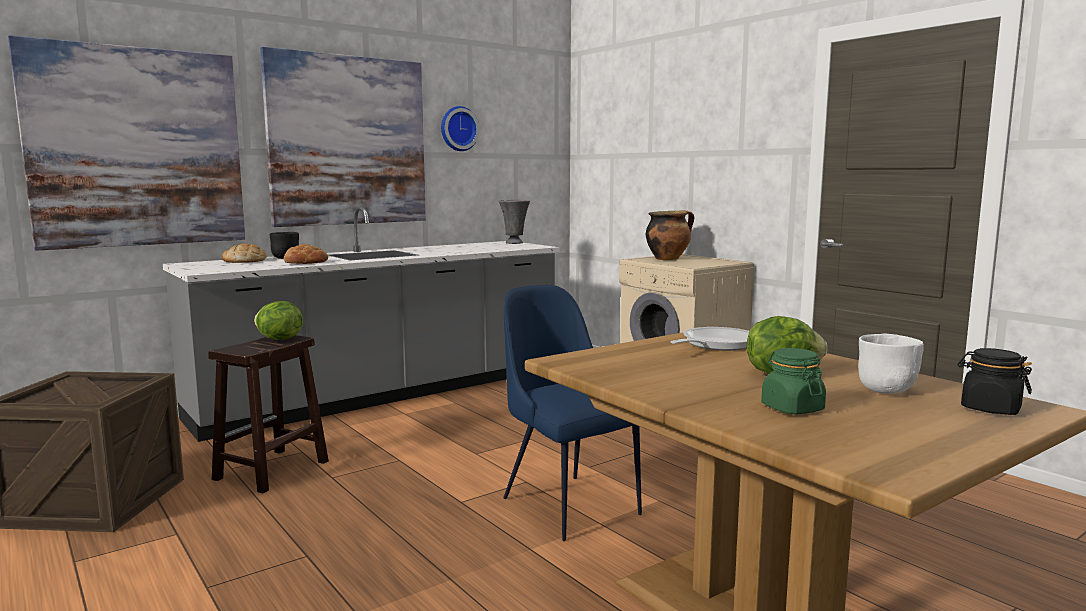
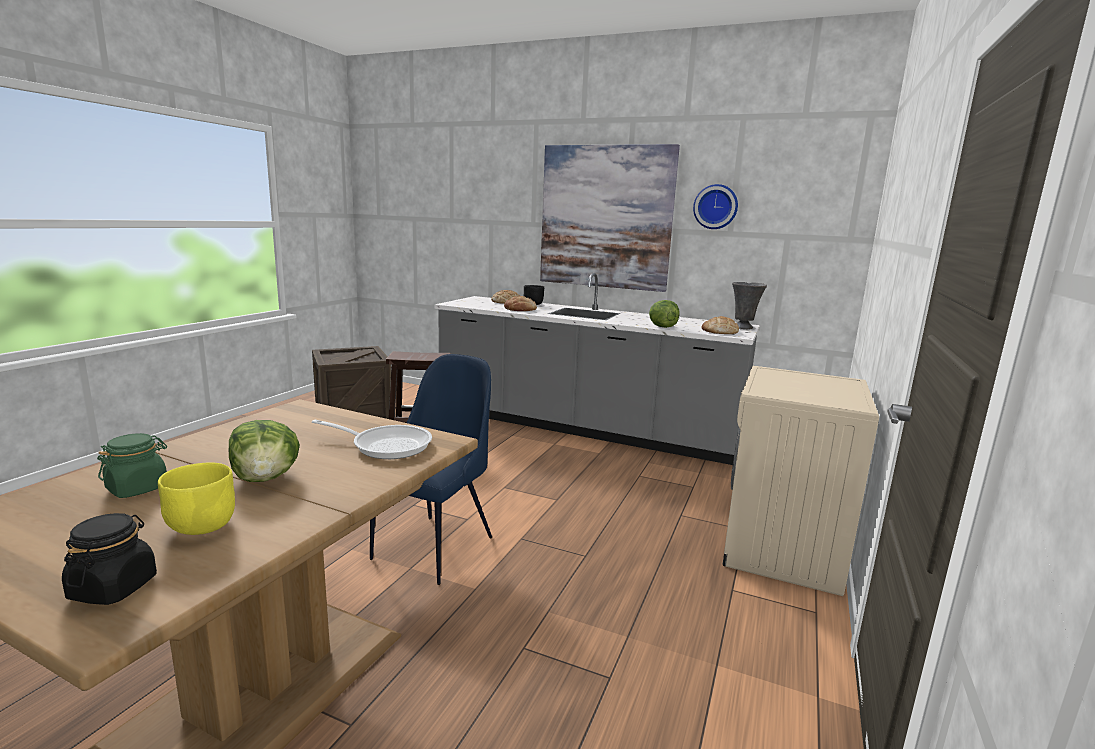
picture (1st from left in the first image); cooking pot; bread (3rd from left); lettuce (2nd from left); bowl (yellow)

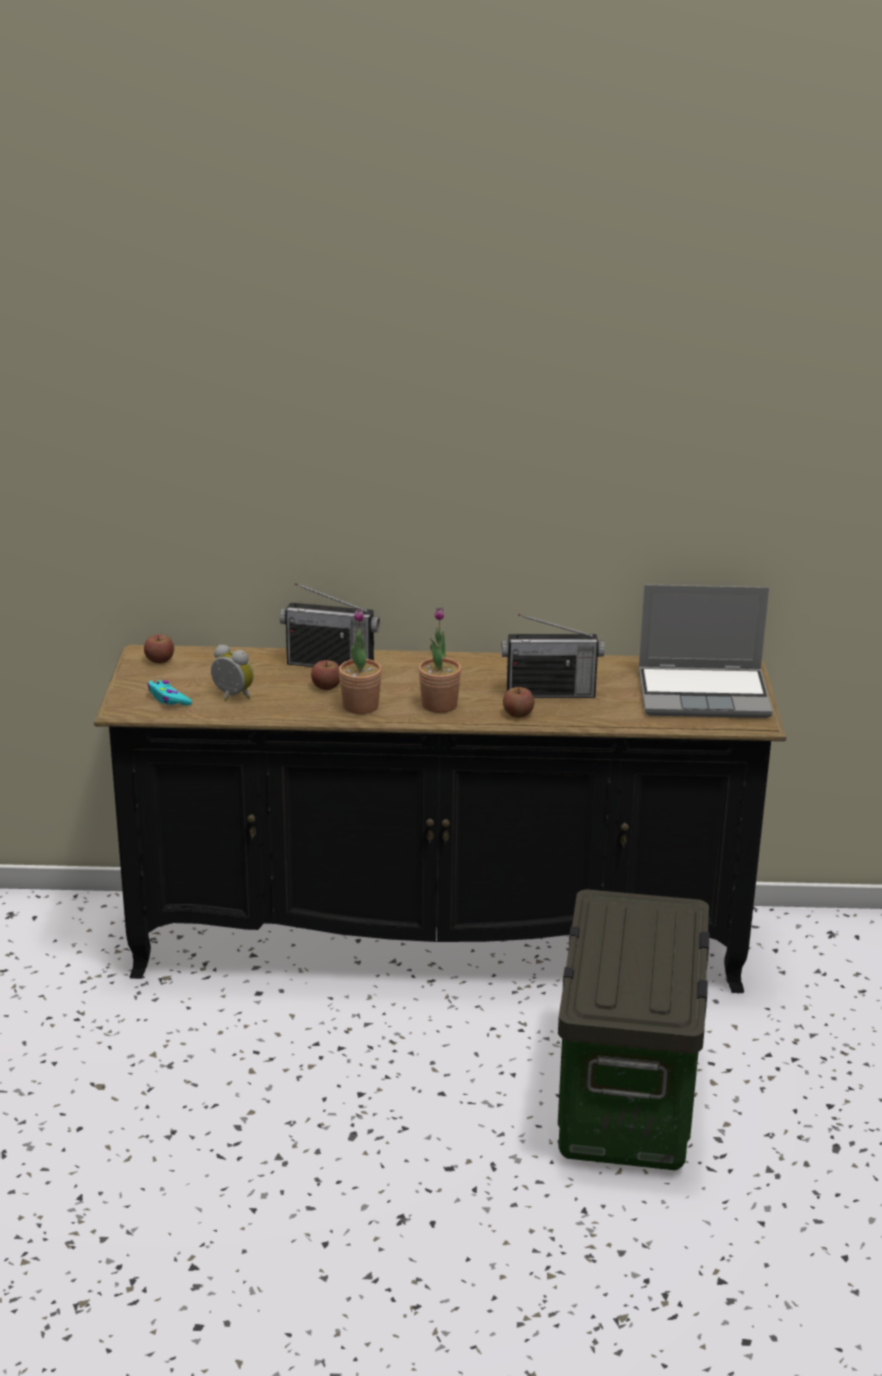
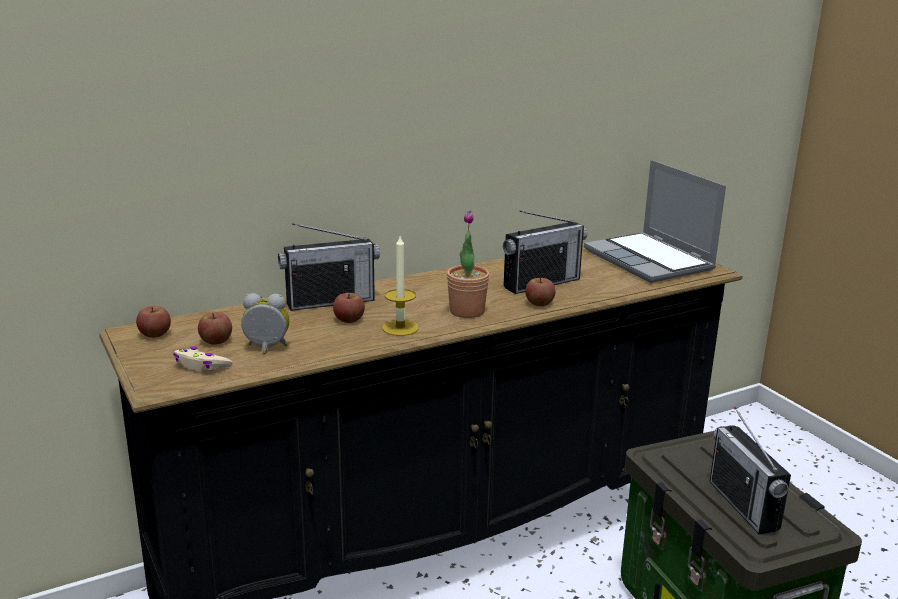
apple (2nd from left); radio (3rd from left); candle; game controller (beige); laptop

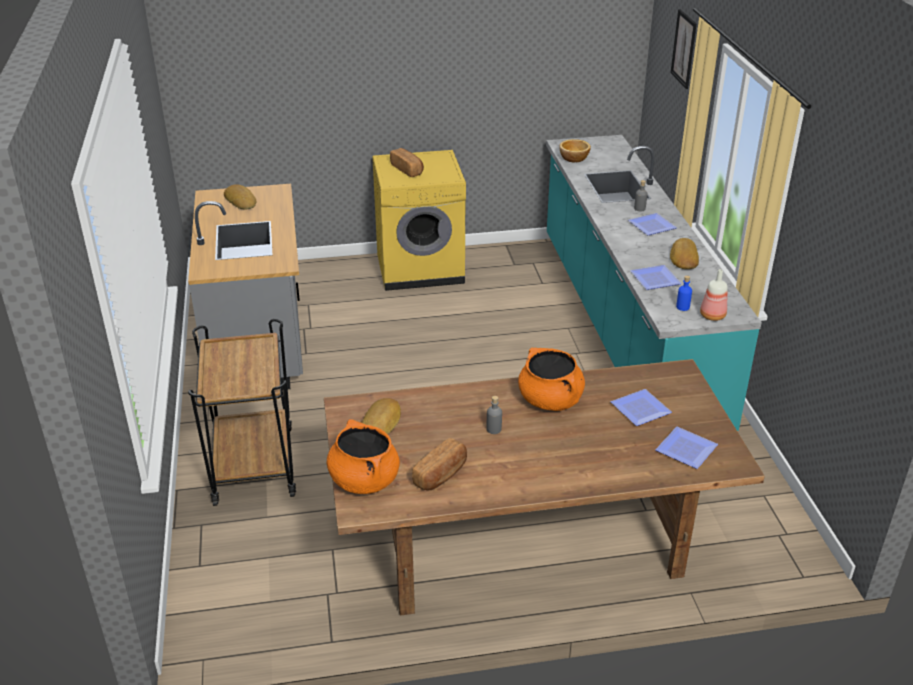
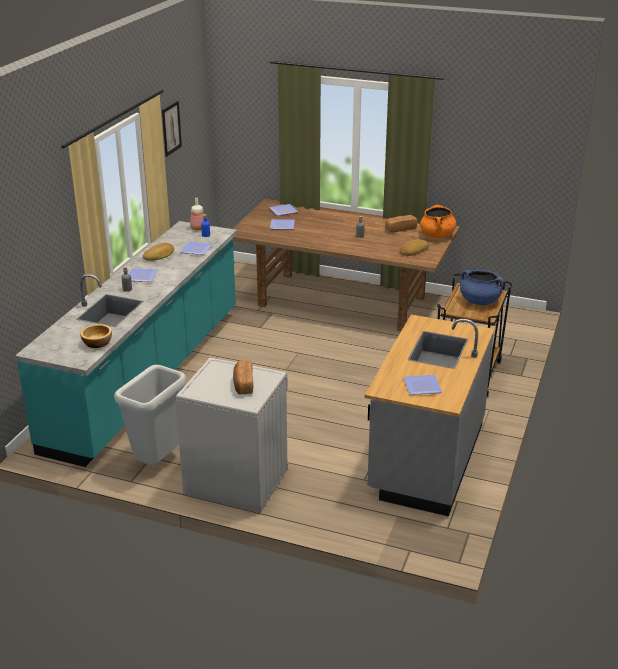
cooking pot (orange) (2nd from left in the first image); trash can (grey); cooking pot (blue); picture; plate (5th from left); washing machine (white)

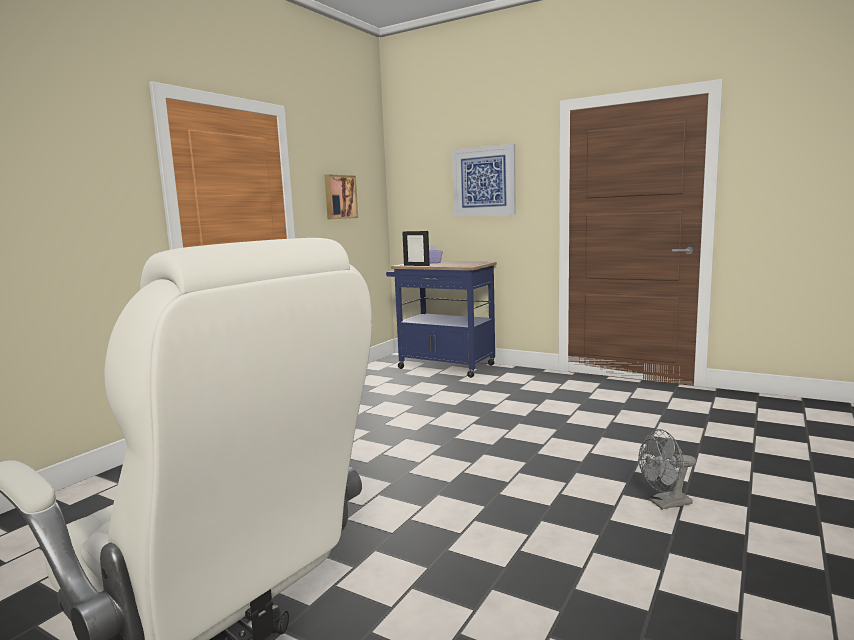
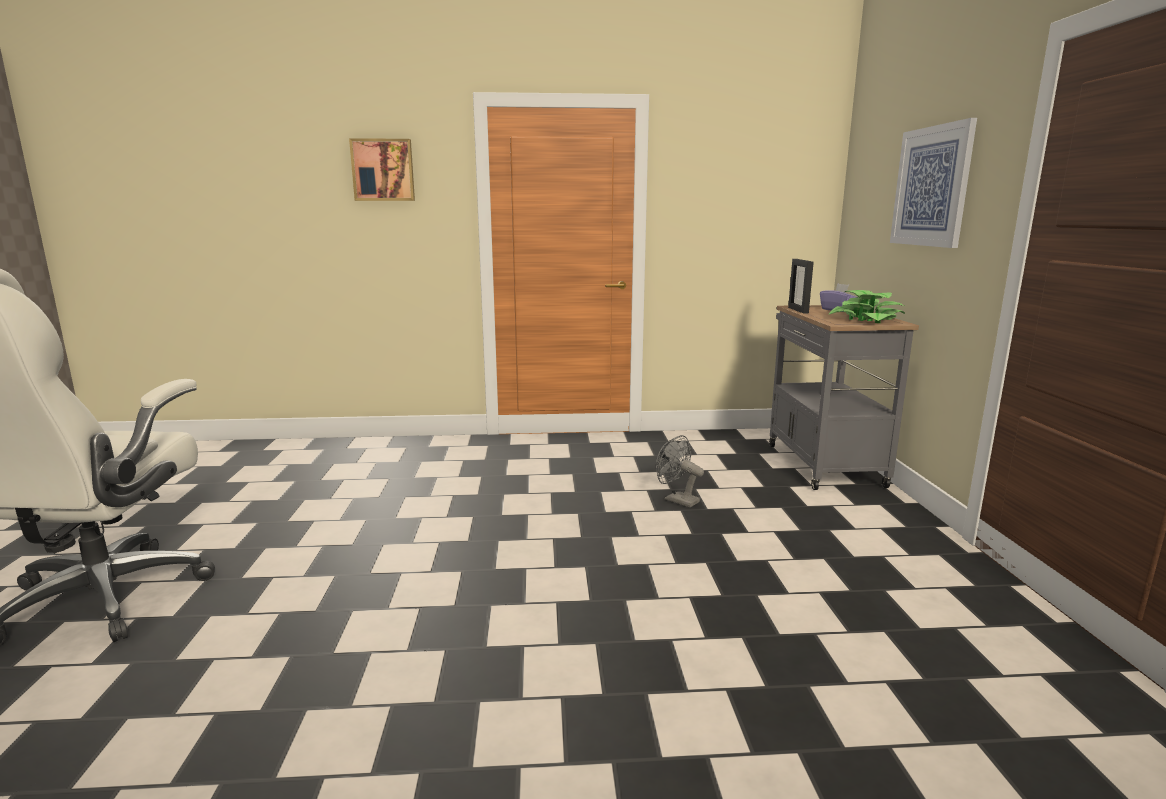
potted plant; picture (1st from left); fan (grey); cart (grey)

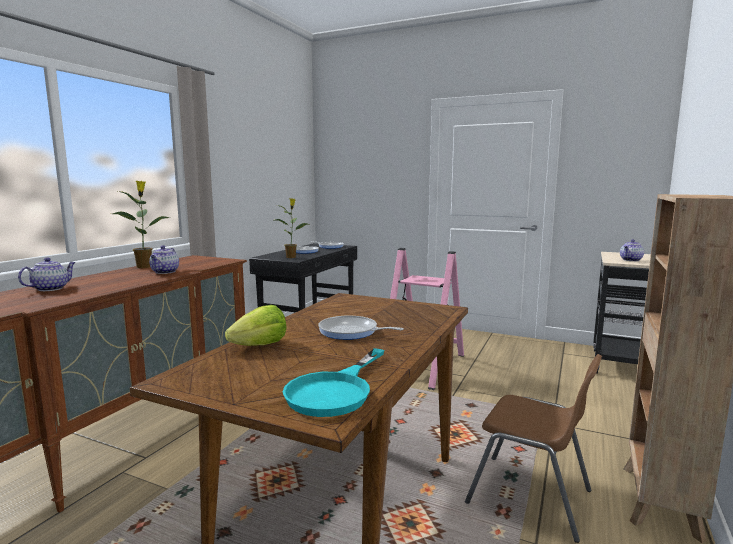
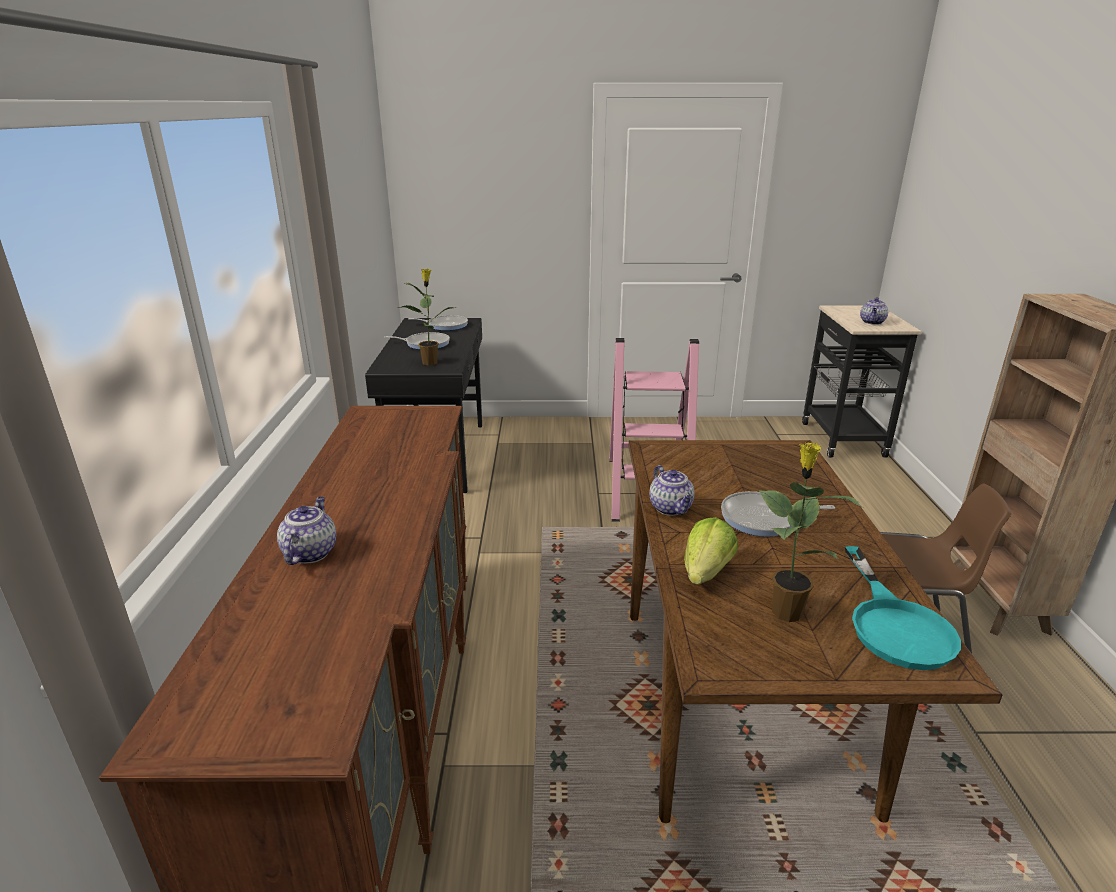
potted plant (2nd from left); teapot (2nd from left)

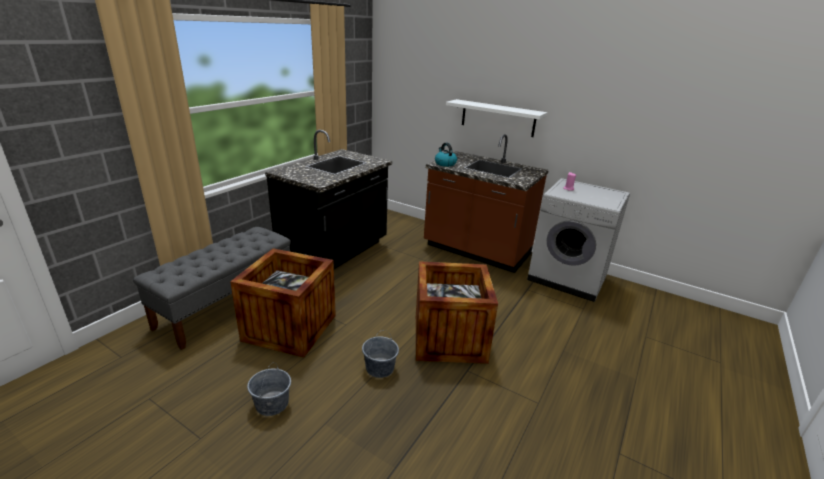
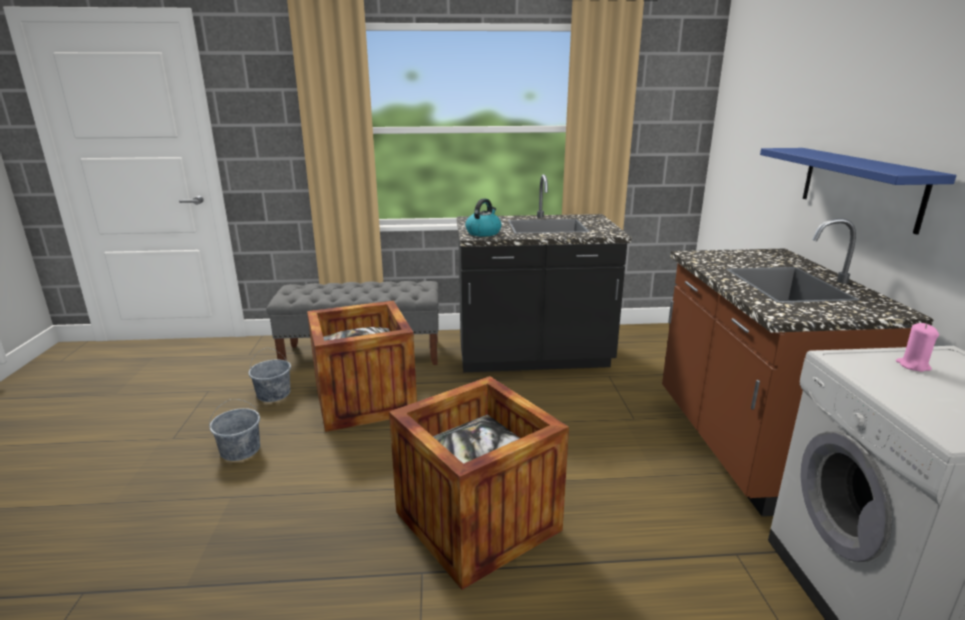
bucket (grey) (2nd from left); kettle; shelf (blue)

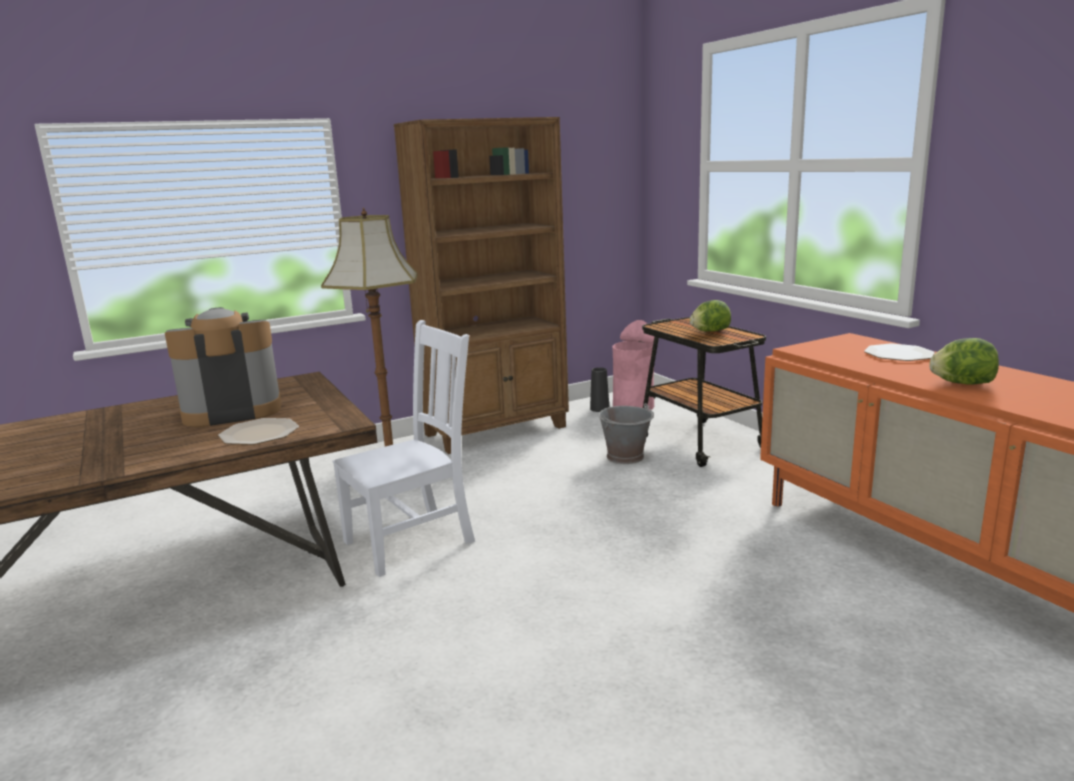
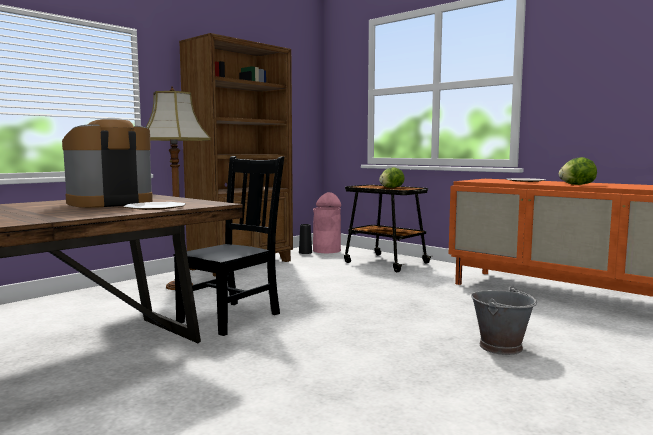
bucket (grey); chair (black)

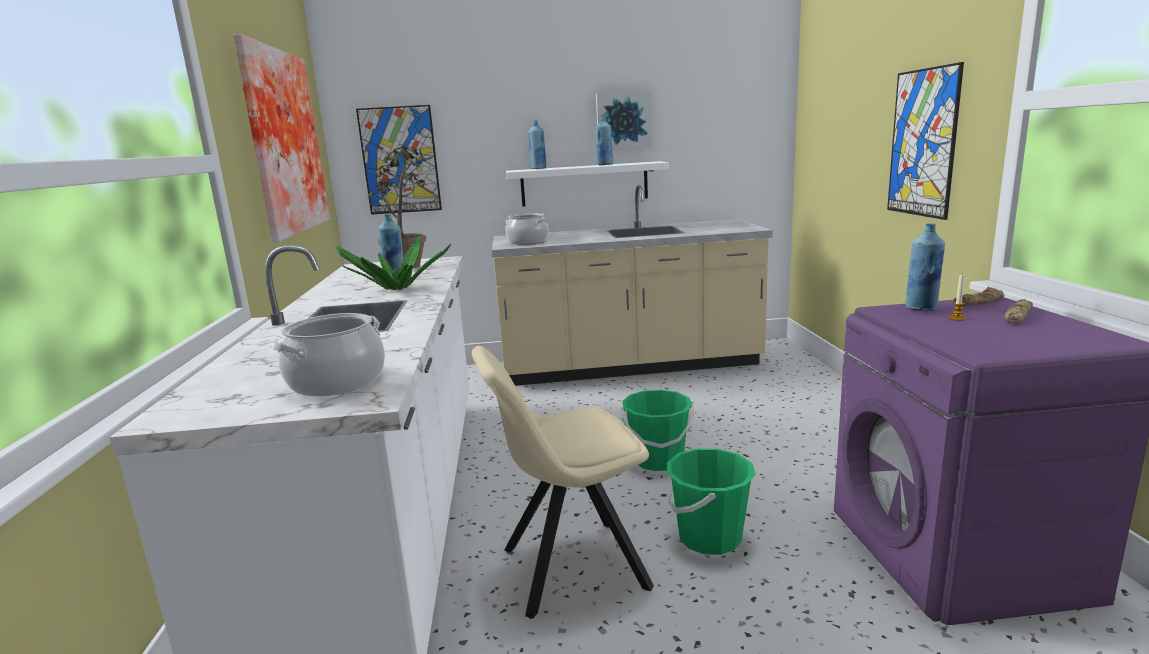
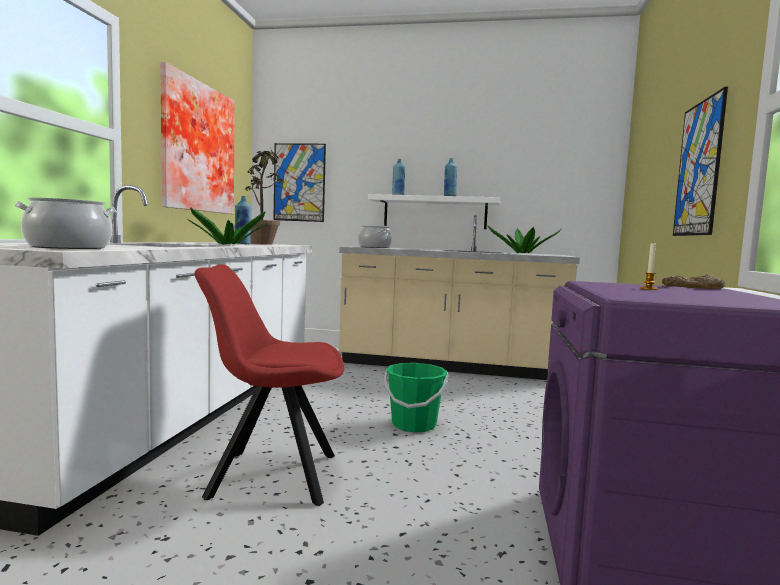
picture (3rd from left in the first image); bucket (green) (2nd from left in the first image); bottle (blue) (4th from left in the first image); bread (2nd from left in the first image); potted plant (3rd from left); chair (red)

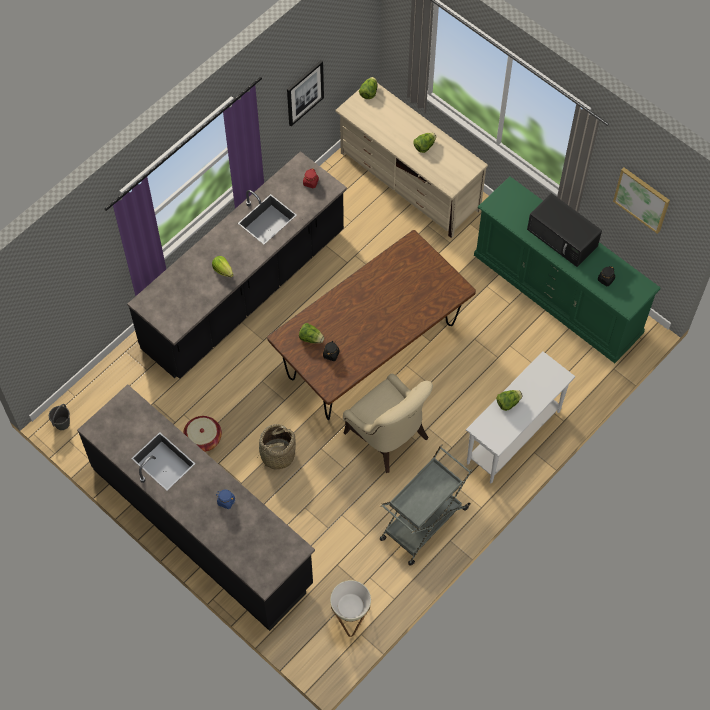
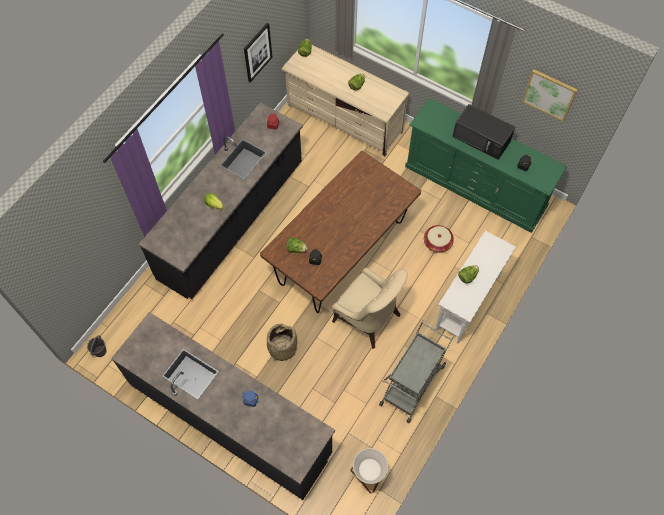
basket (2nd from left)

